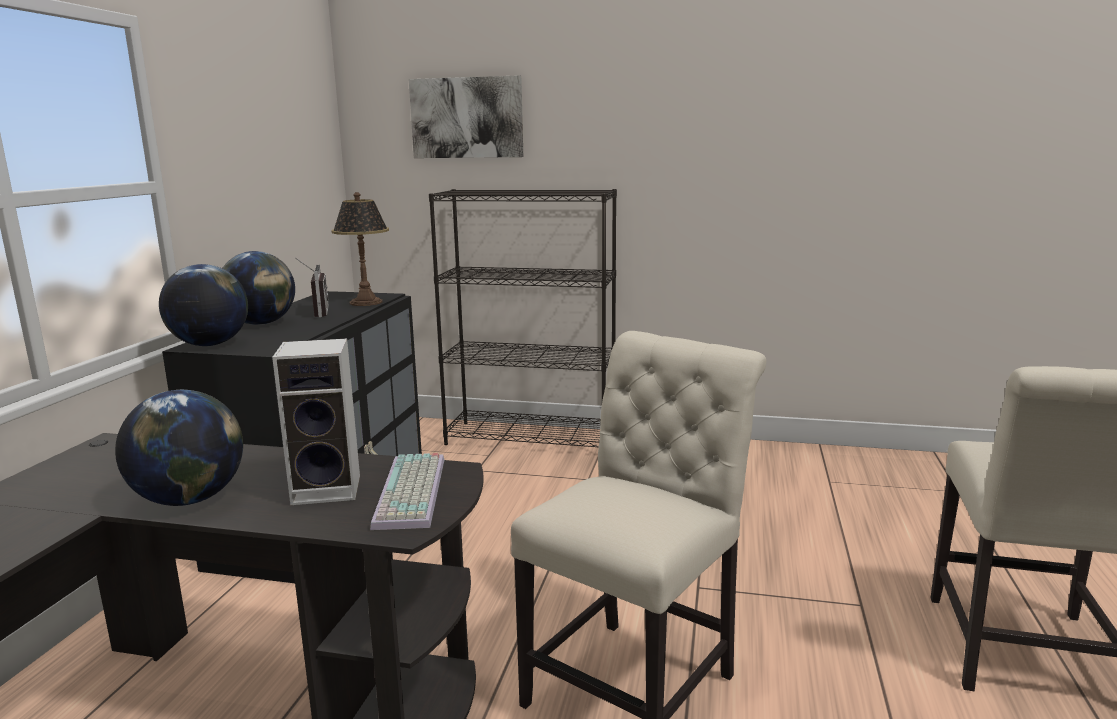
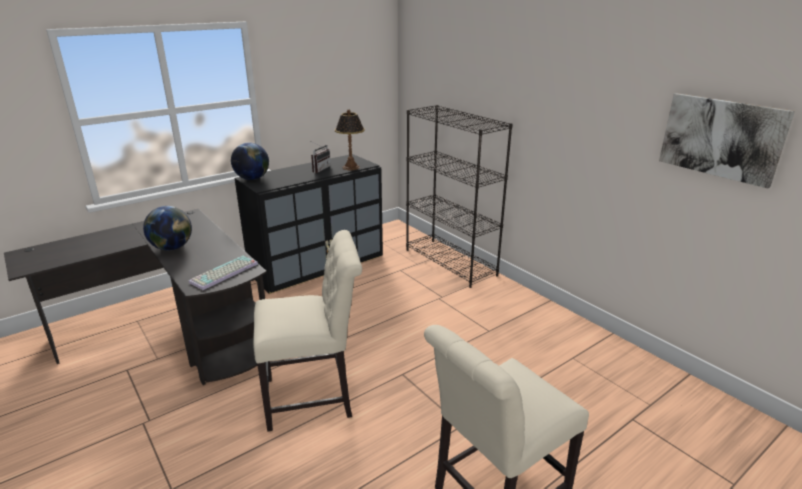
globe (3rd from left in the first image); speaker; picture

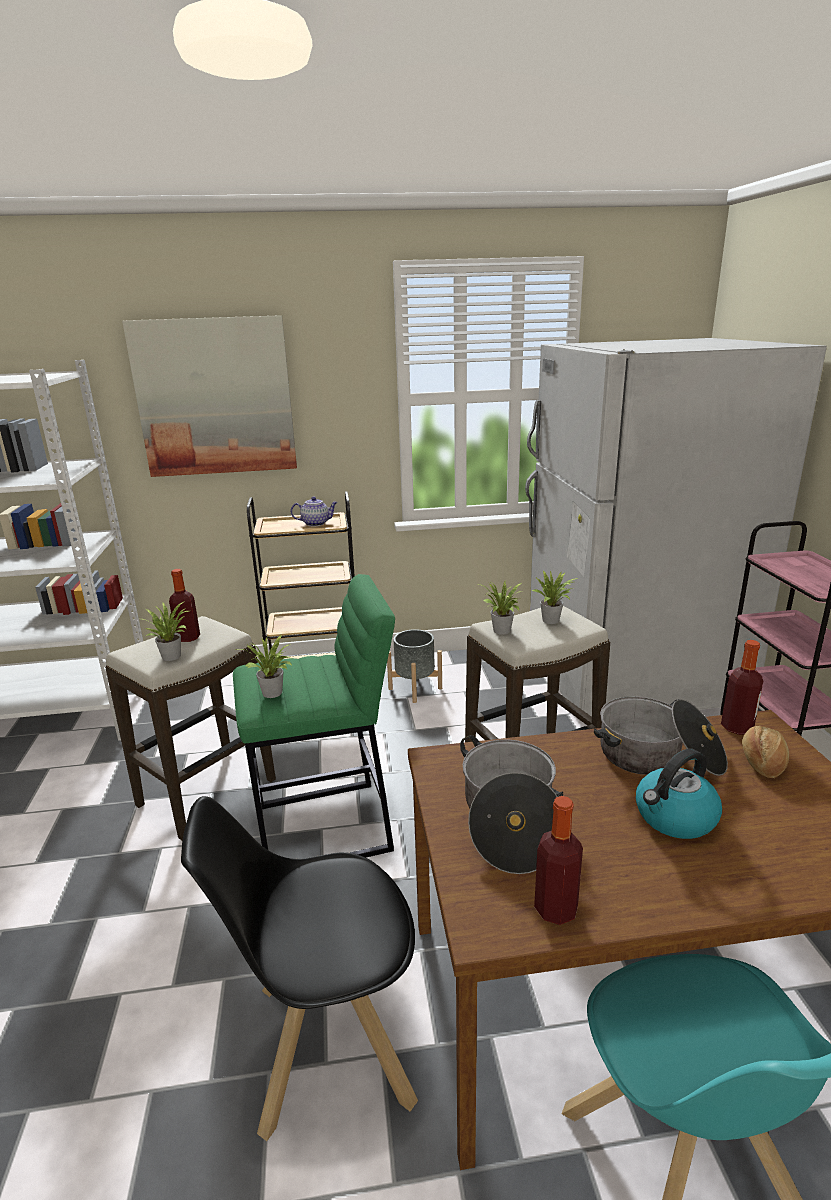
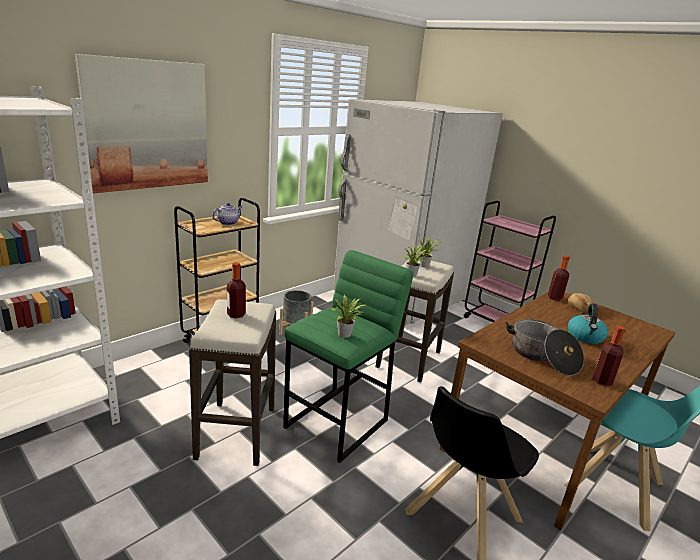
potted plant (1st from left in the first image); cooking pot (2nd from left in the first image)

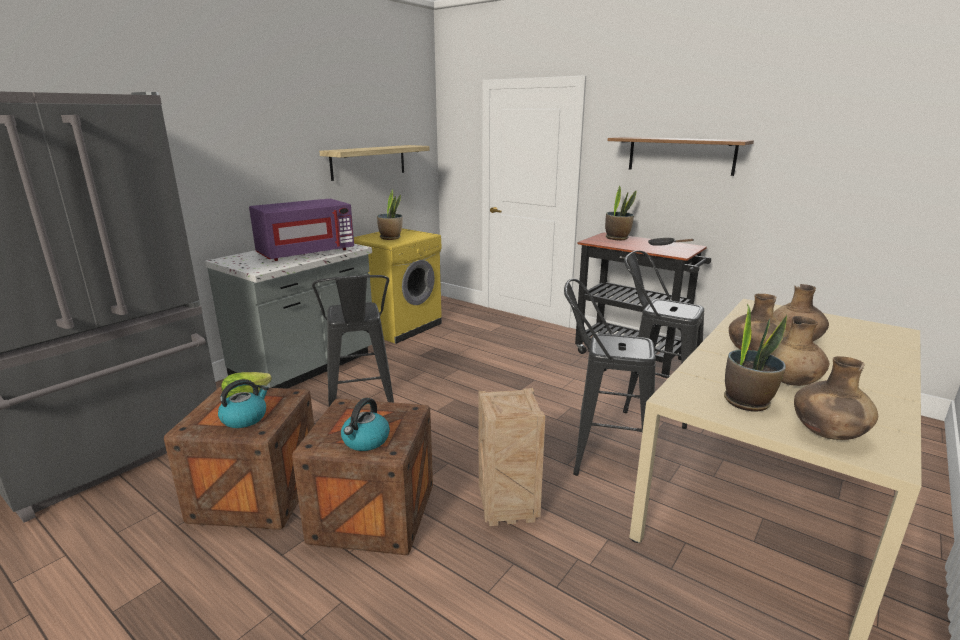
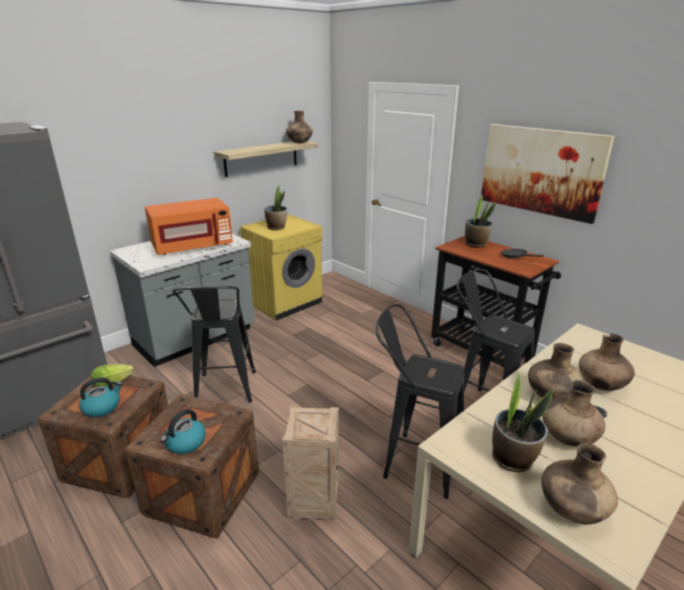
vase (brown) (1st from left); picture; microwave (orange)

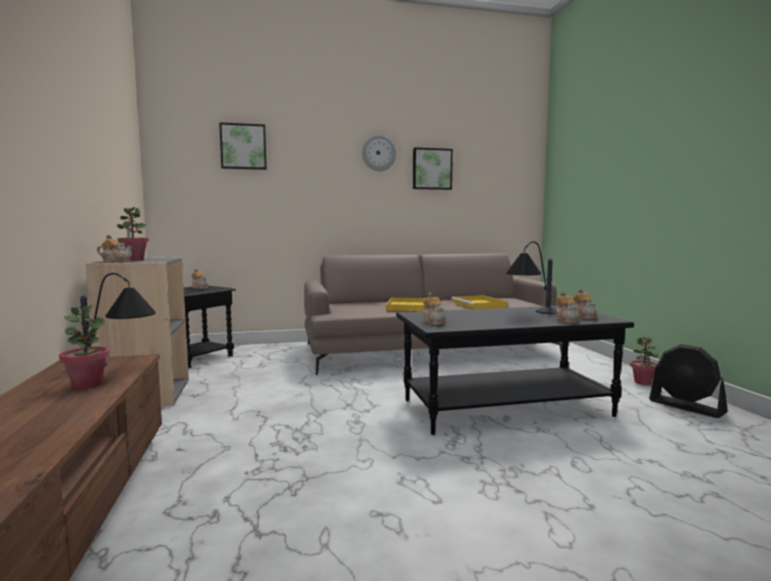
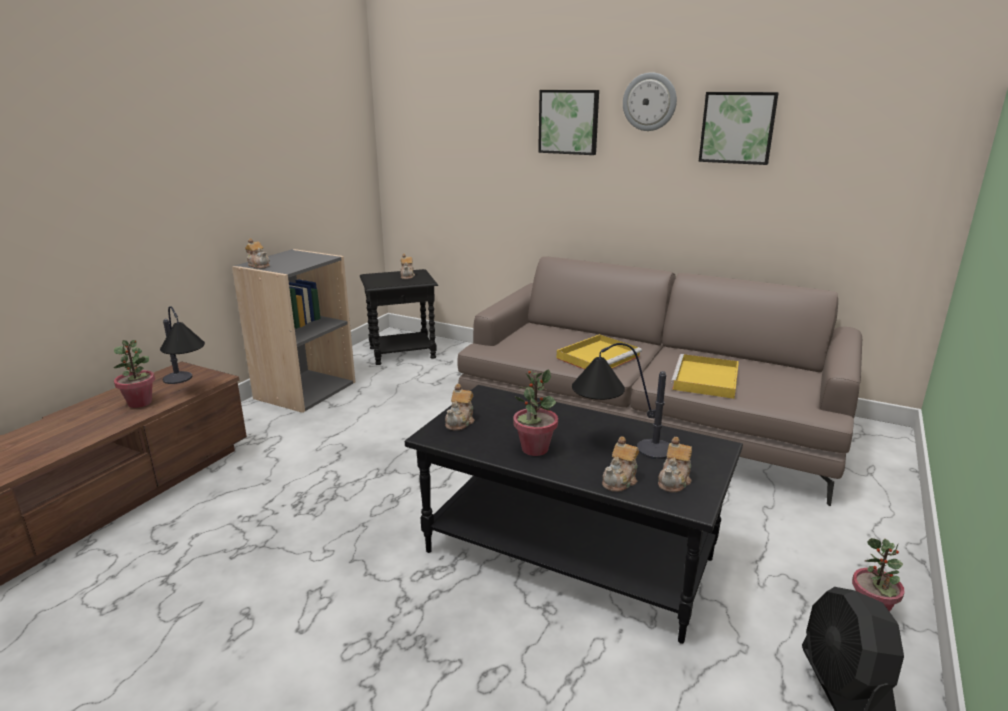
potted plant (2nd from left); picture (1st from left)

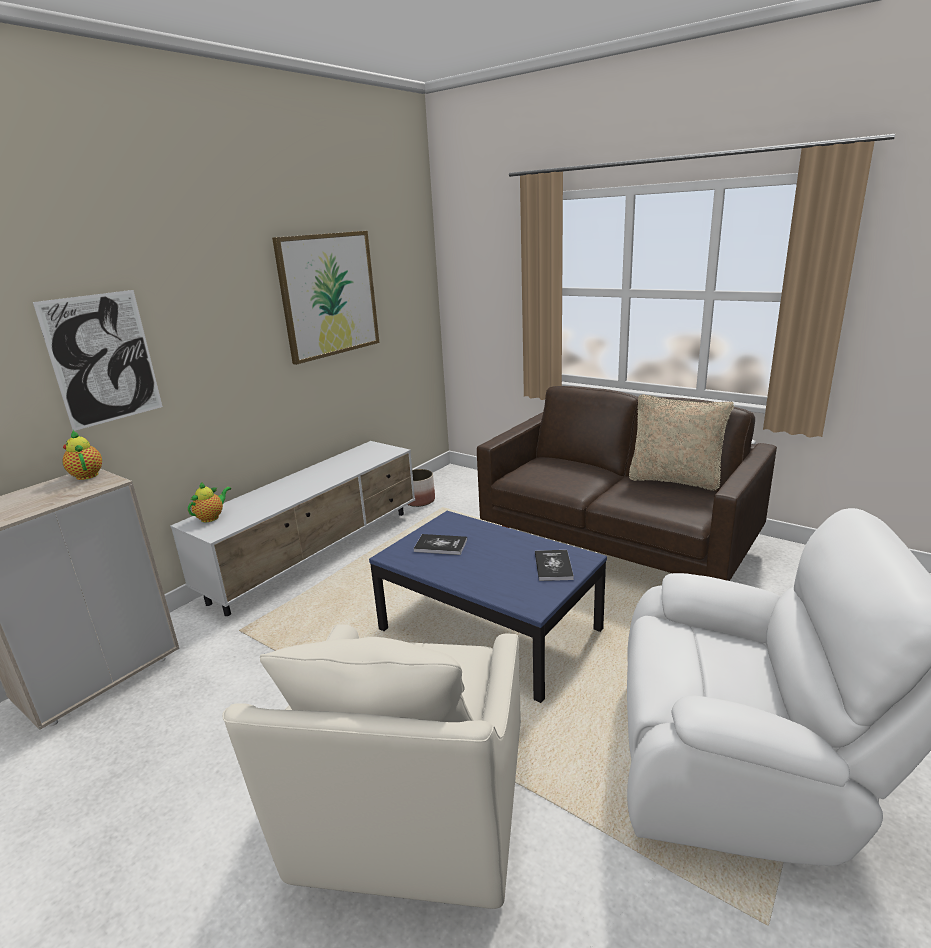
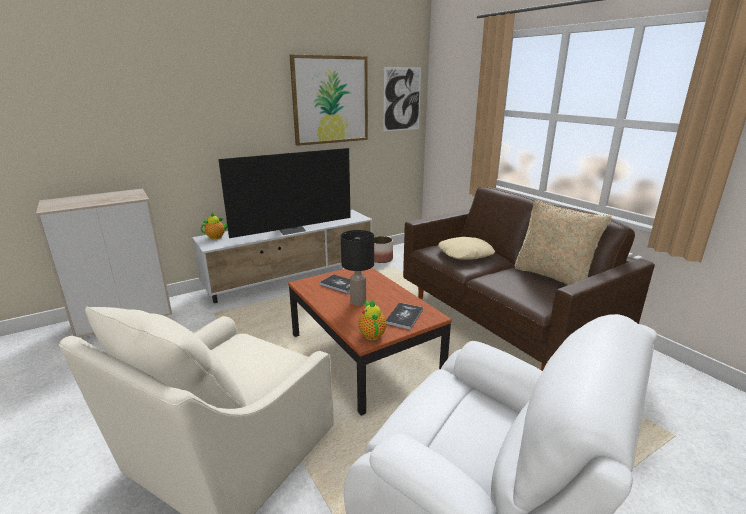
television; table lamp (black); pillow (beige) (1st from left); picture (2nd from left); teapot (2nd from left); coffee table (brown)

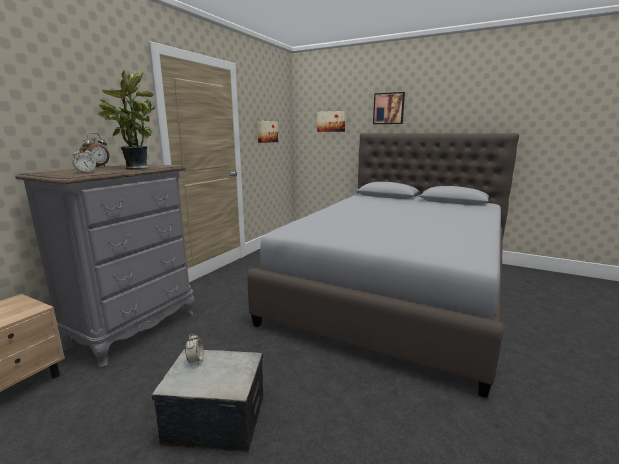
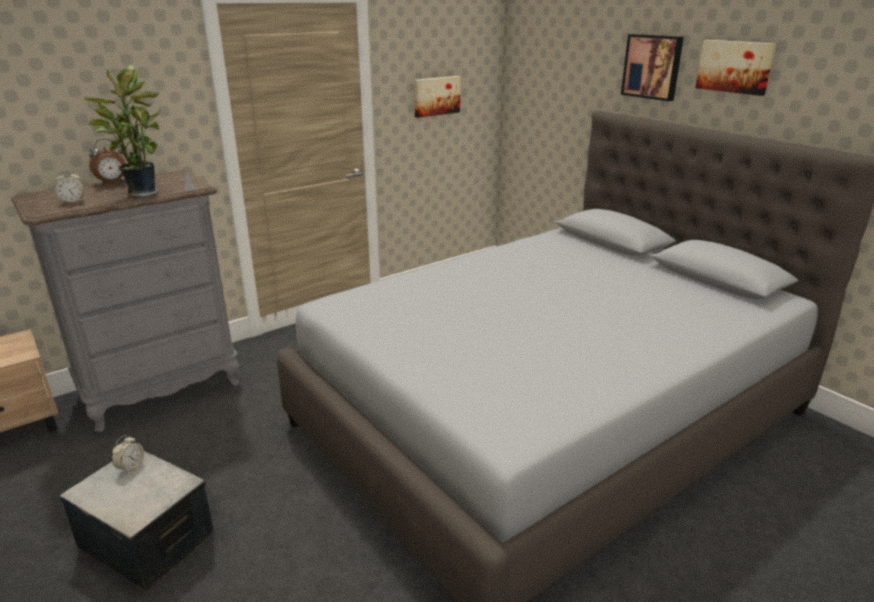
picture (3rd from left)

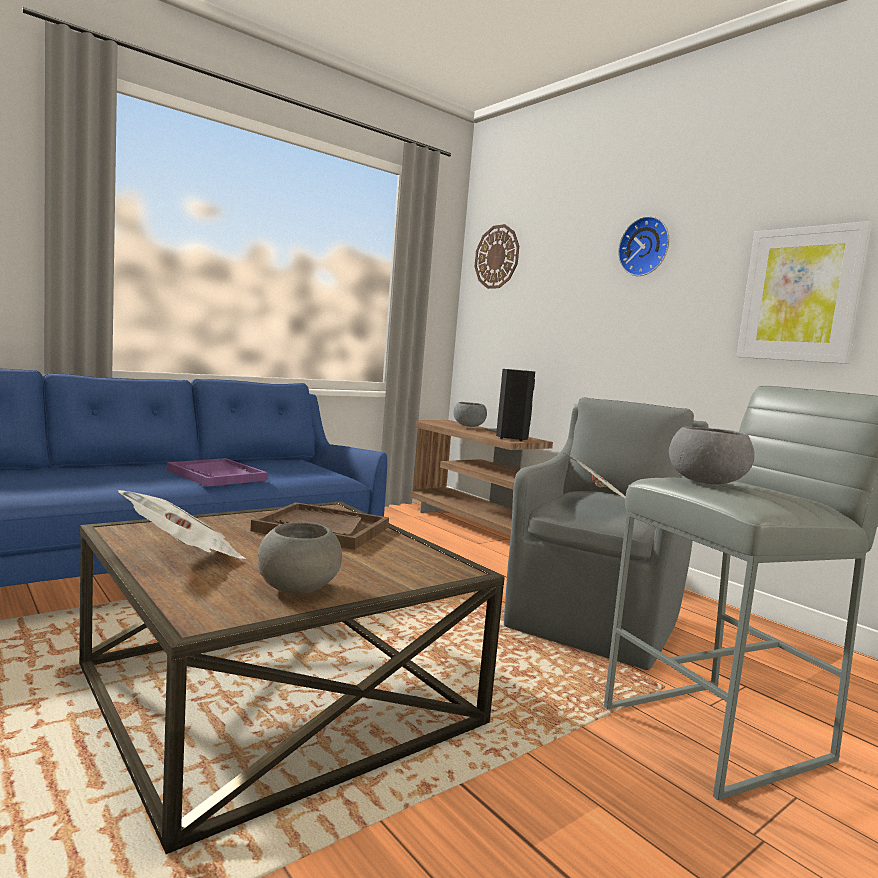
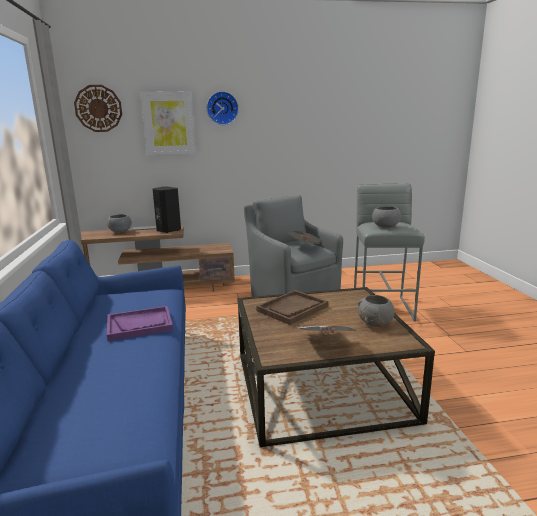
picture

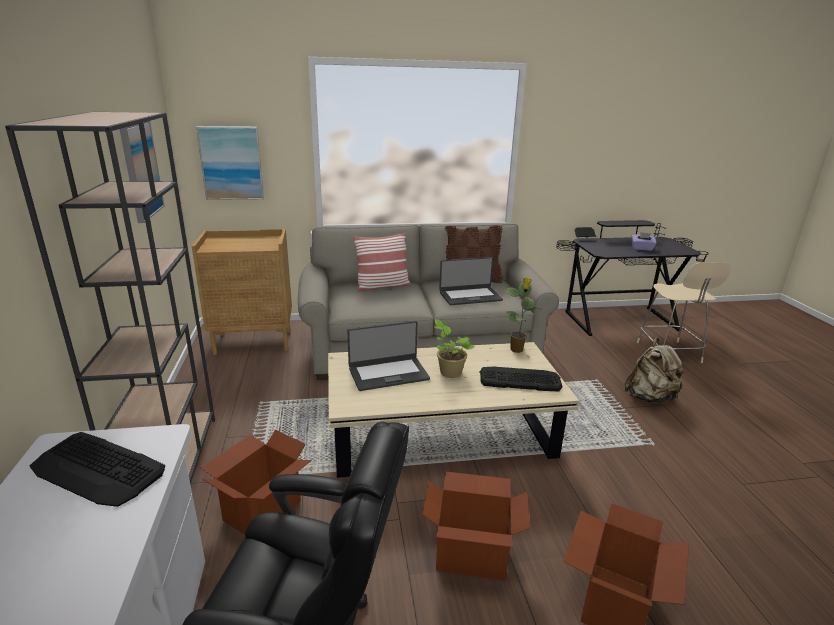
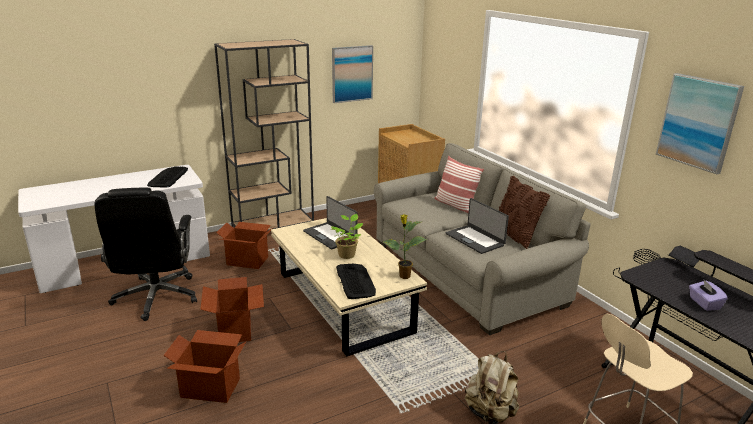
picture (2nd from left)

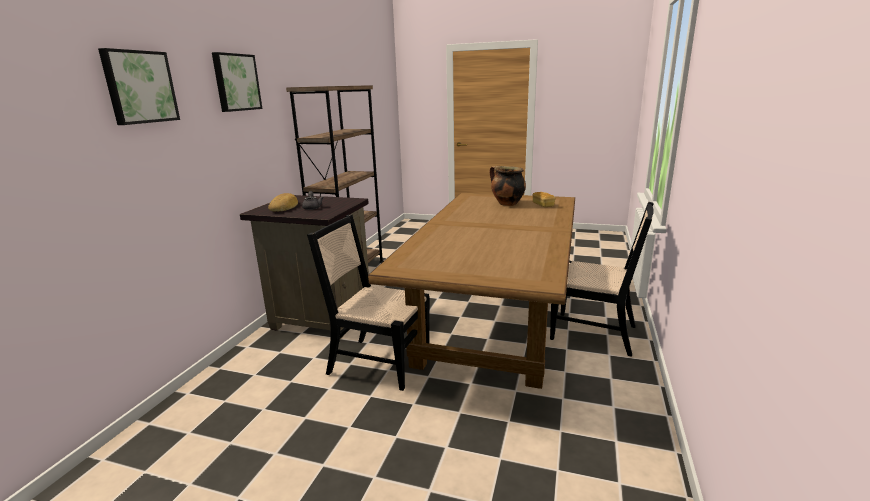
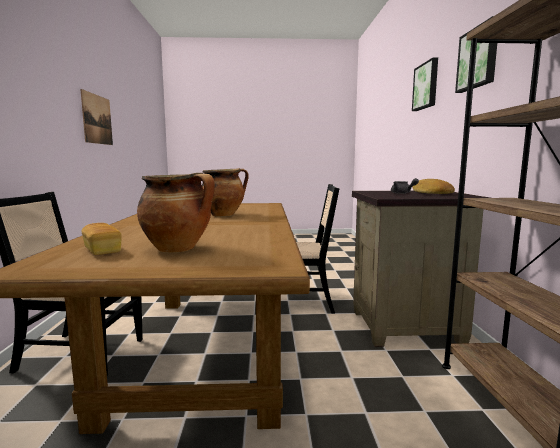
picture (1st from left); cooking pot (2nd from left)

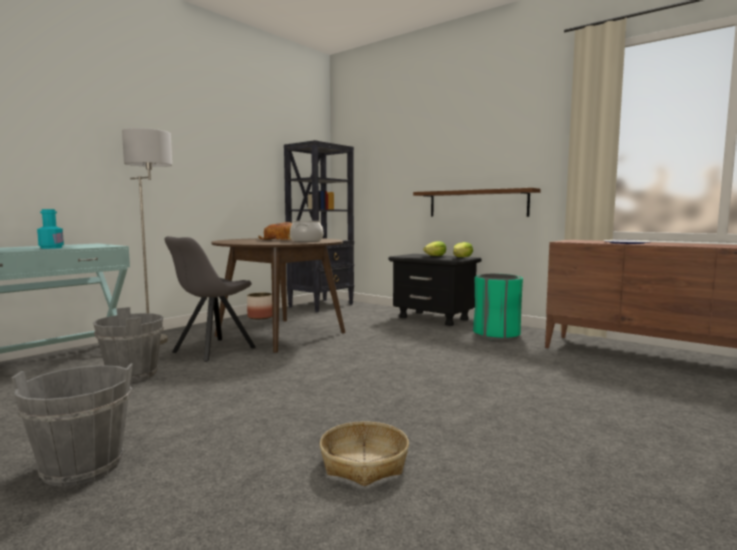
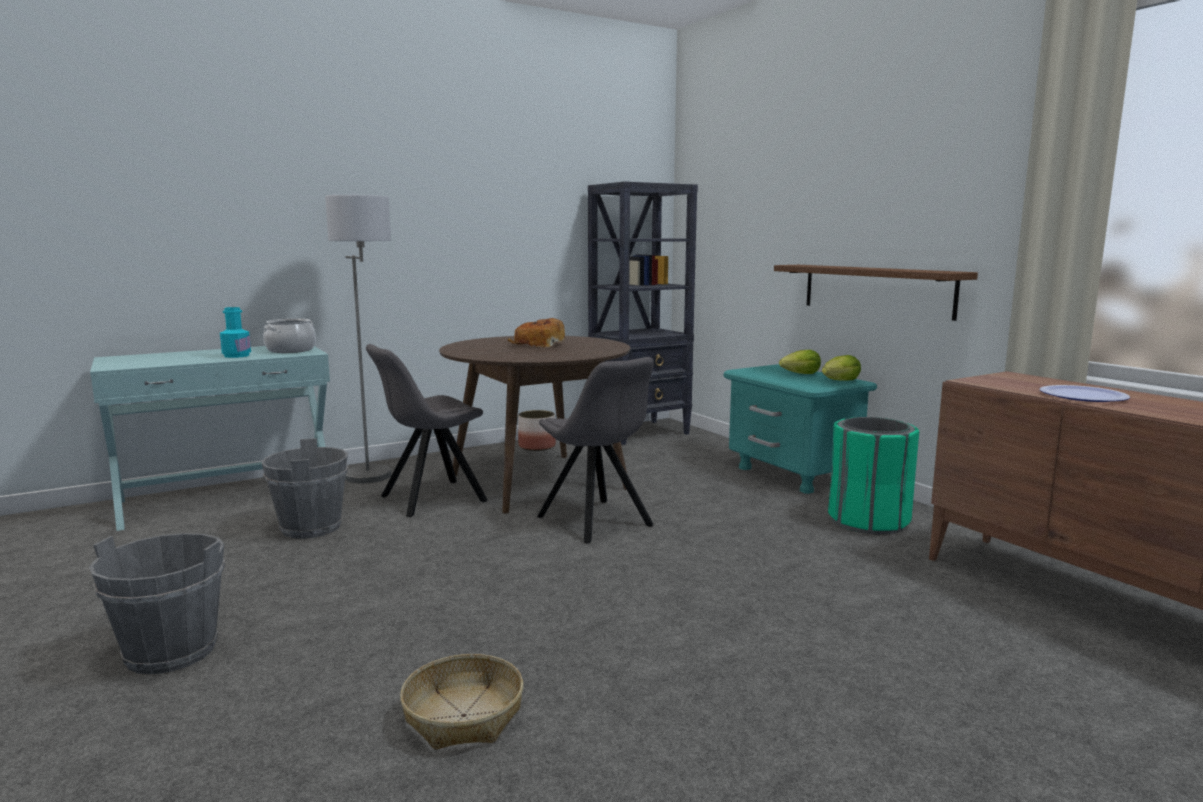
chair (grey) (2nd from left); cooking pot; nightstand (turquoise)

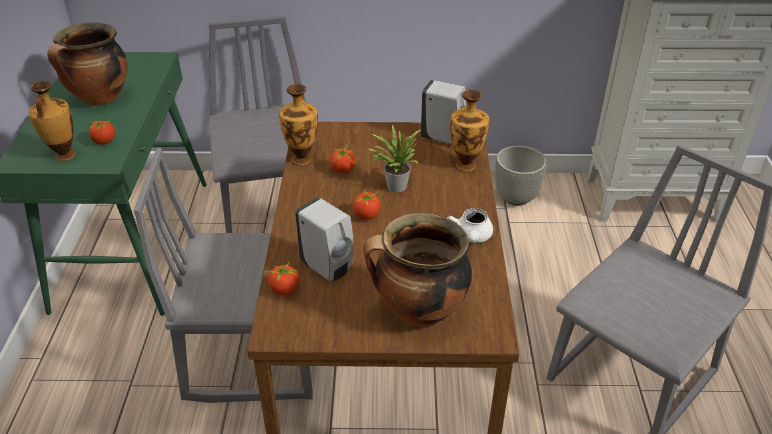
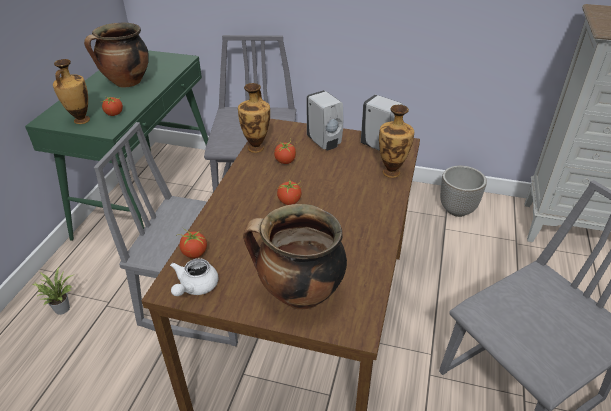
soap dispenser (white) (1st from left); potted plant; teapot (white)

